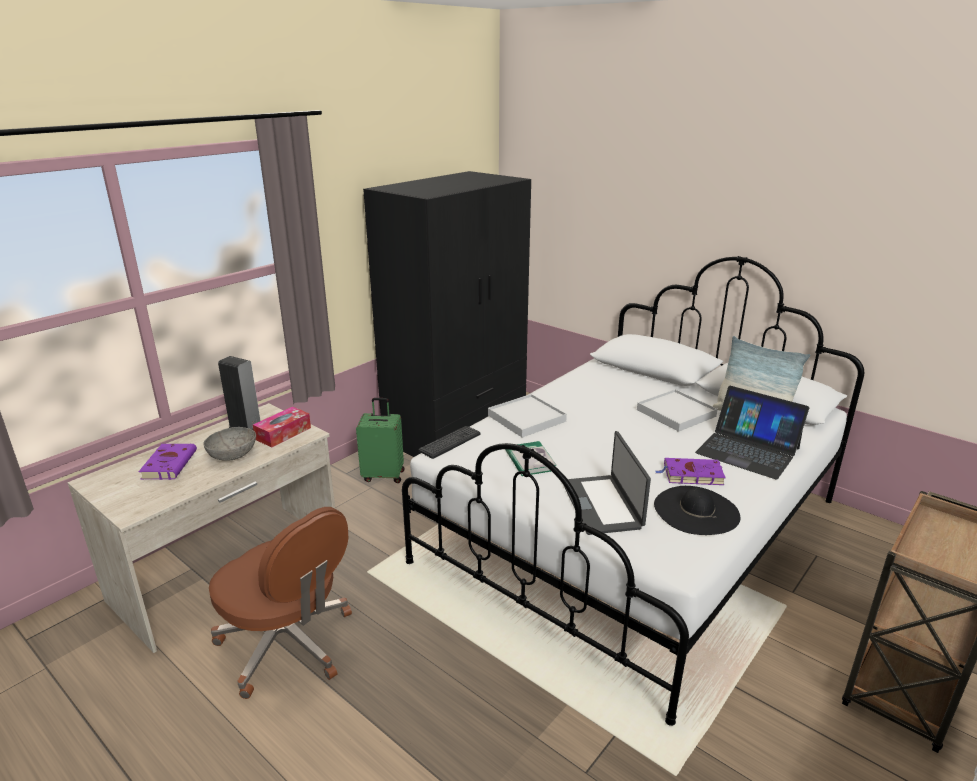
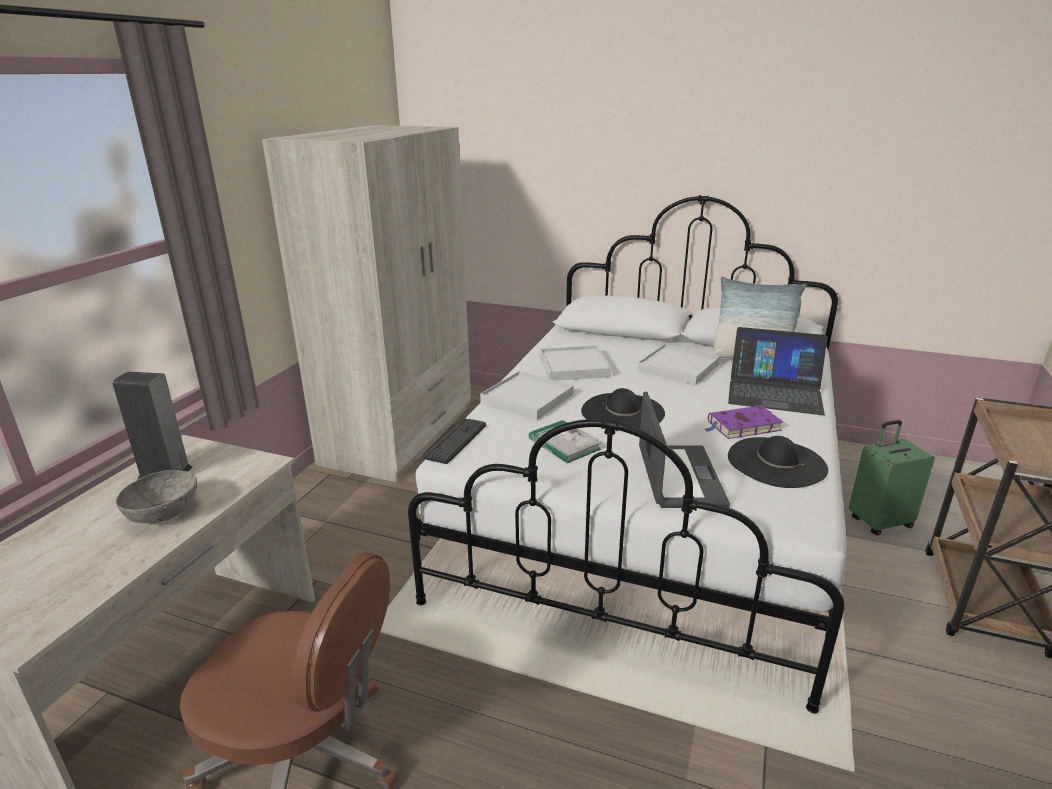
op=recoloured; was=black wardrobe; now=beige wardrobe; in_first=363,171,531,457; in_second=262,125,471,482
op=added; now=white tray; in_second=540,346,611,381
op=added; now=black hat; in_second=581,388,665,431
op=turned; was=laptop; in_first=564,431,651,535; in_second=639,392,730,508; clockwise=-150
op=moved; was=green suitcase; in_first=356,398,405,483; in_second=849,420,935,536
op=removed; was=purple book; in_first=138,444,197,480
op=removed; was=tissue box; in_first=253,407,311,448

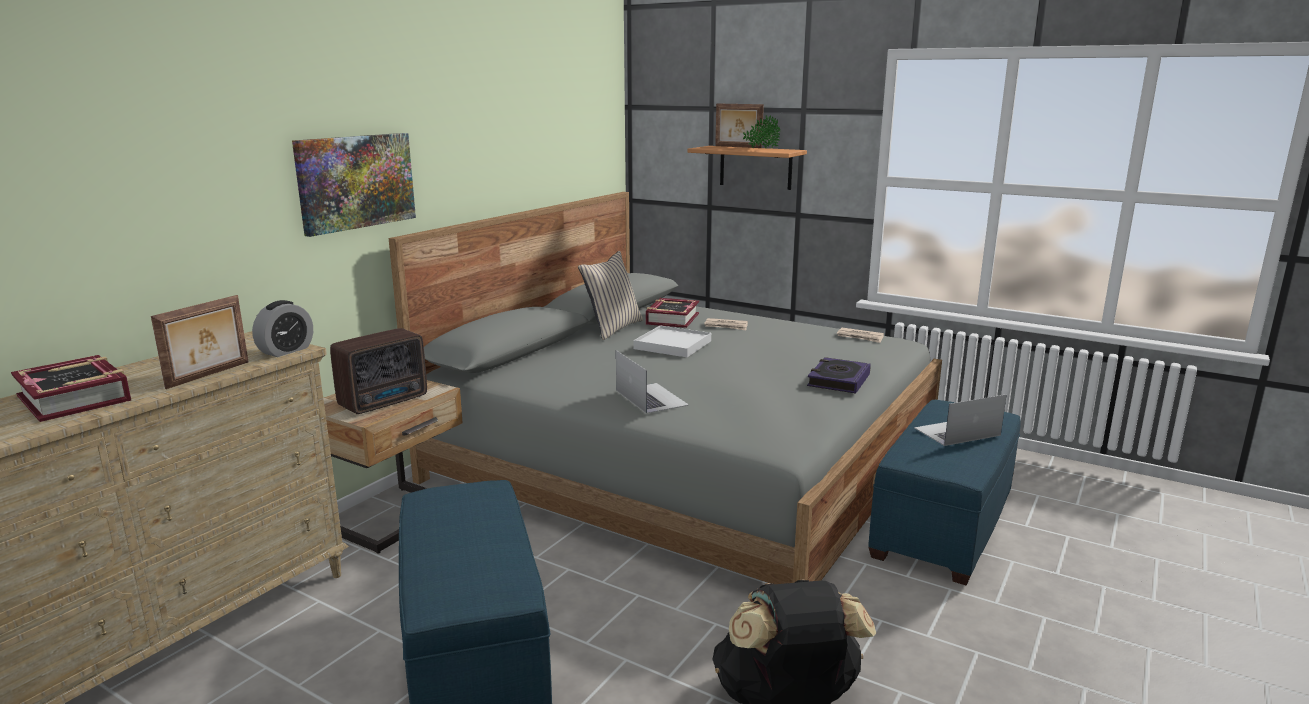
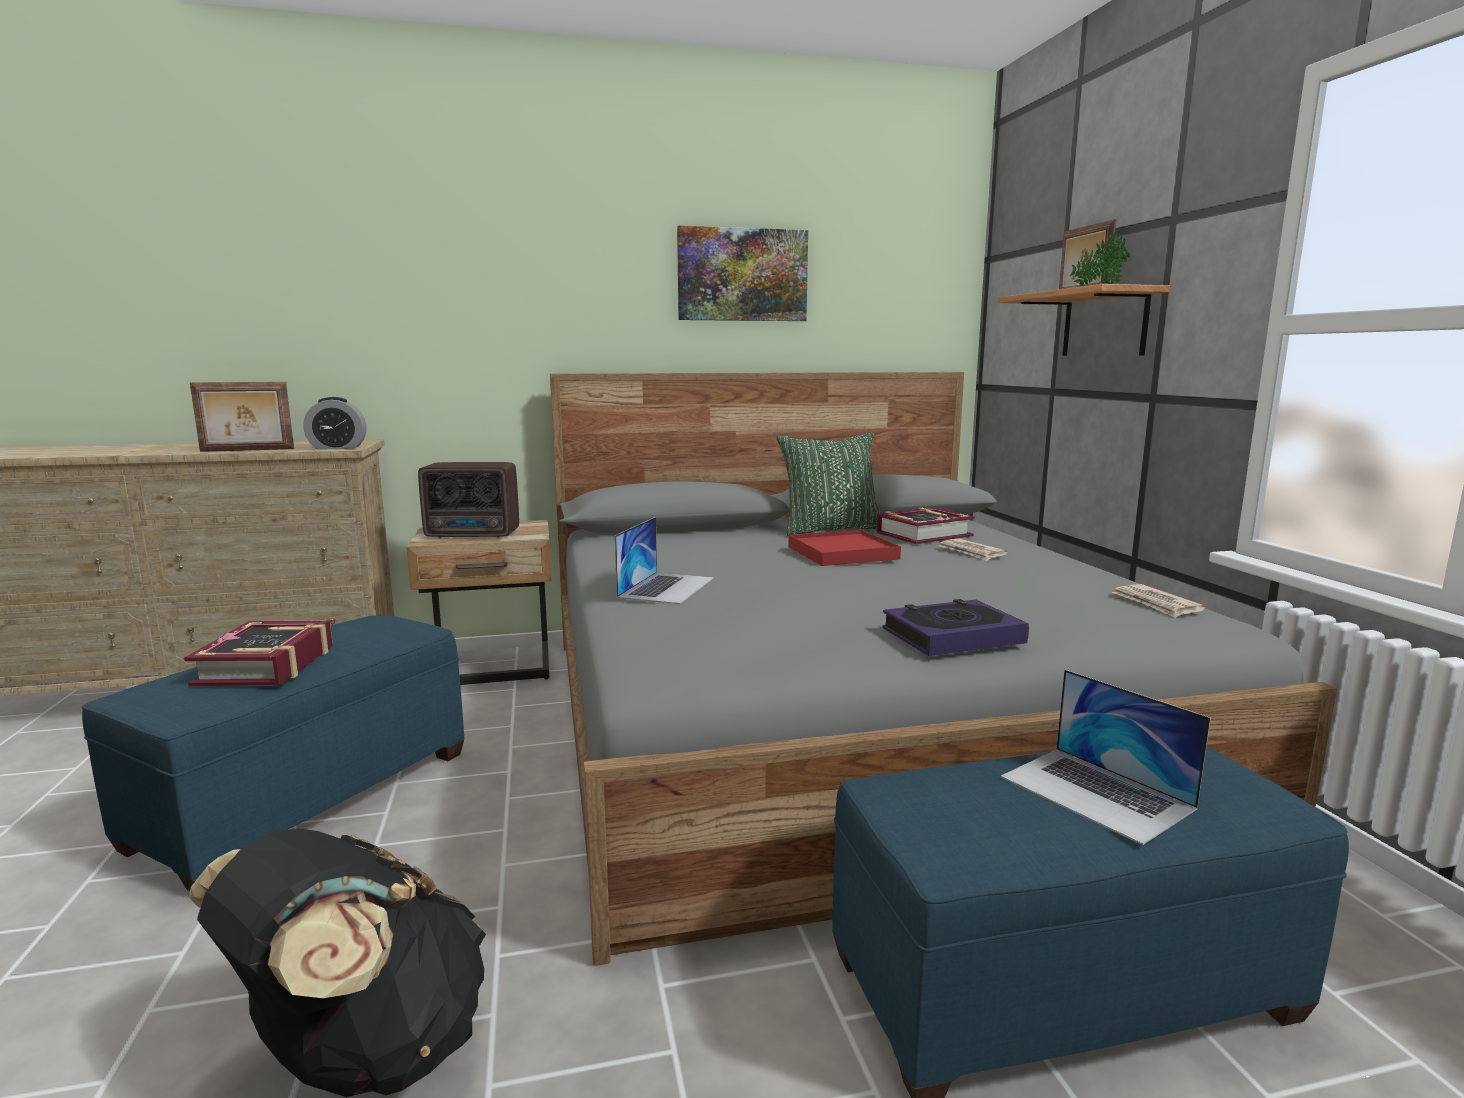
op=moved; was=book; in_first=11,355,131,422; in_second=184,621,333,686
op=moved; was=picture; in_first=292,133,416,237; in_second=677,225,808,321
op=recoloured; was=beige pillow; now=green pillow; in_first=578,251,643,340; in_second=777,432,881,536
op=recoloured; was=white tray; now=red tray; in_first=633,326,711,357; in_second=789,530,901,566
op=turned; was=laptop; in_first=914,395,1006,446; in_second=1001,670,1211,845; clockwise=-150

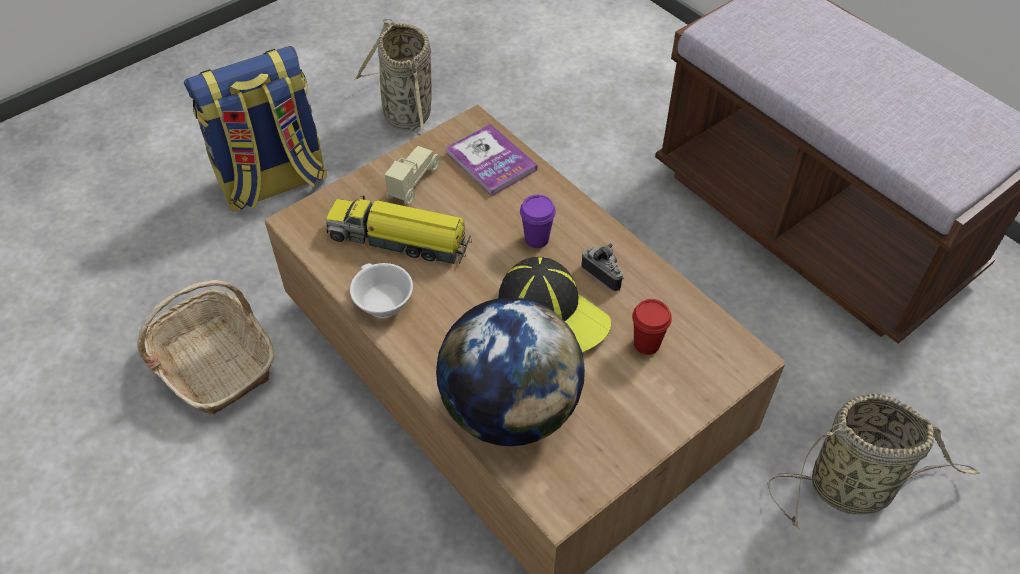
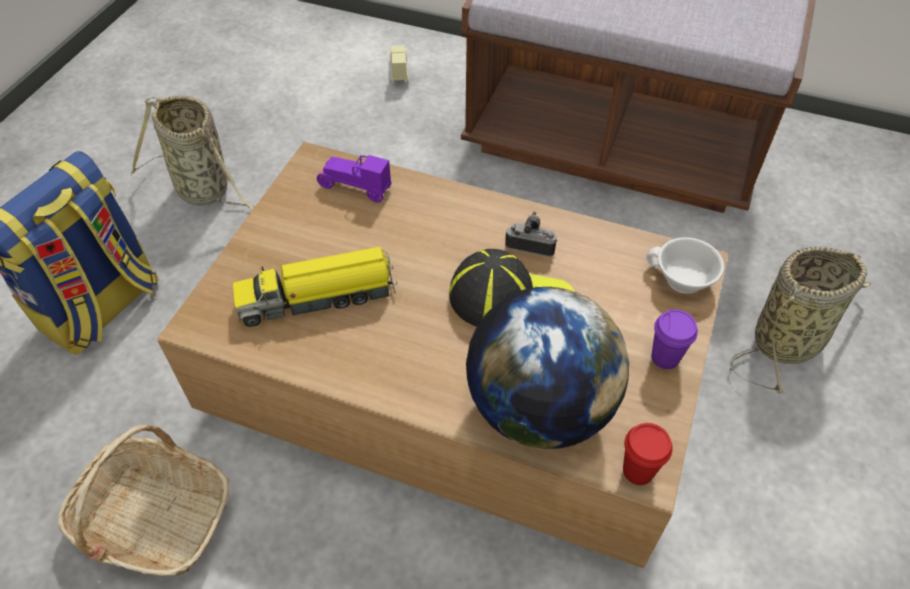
op=replaced; was=book; now=purple toy car; in_first=445,124,537,196; in_second=317,155,391,203
op=moved; was=beige toy car; in_first=384,146,440,205; in_second=390,45,408,85
op=moved; was=red cup; in_first=632,299,672,355; in_second=623,423,673,485
op=moved; was=white cup; in_first=350,263,413,318; in_second=646,237,724,294
op=moved; was=purple cup; in_first=520,195,556,248; in_second=651,309,698,369

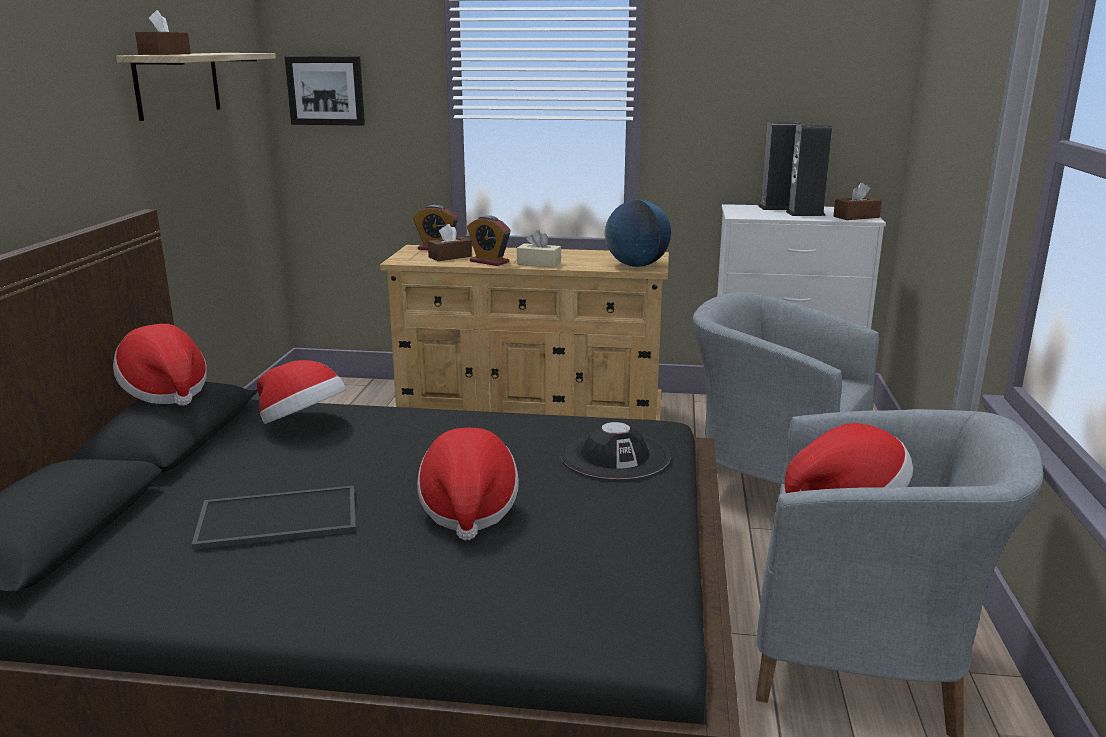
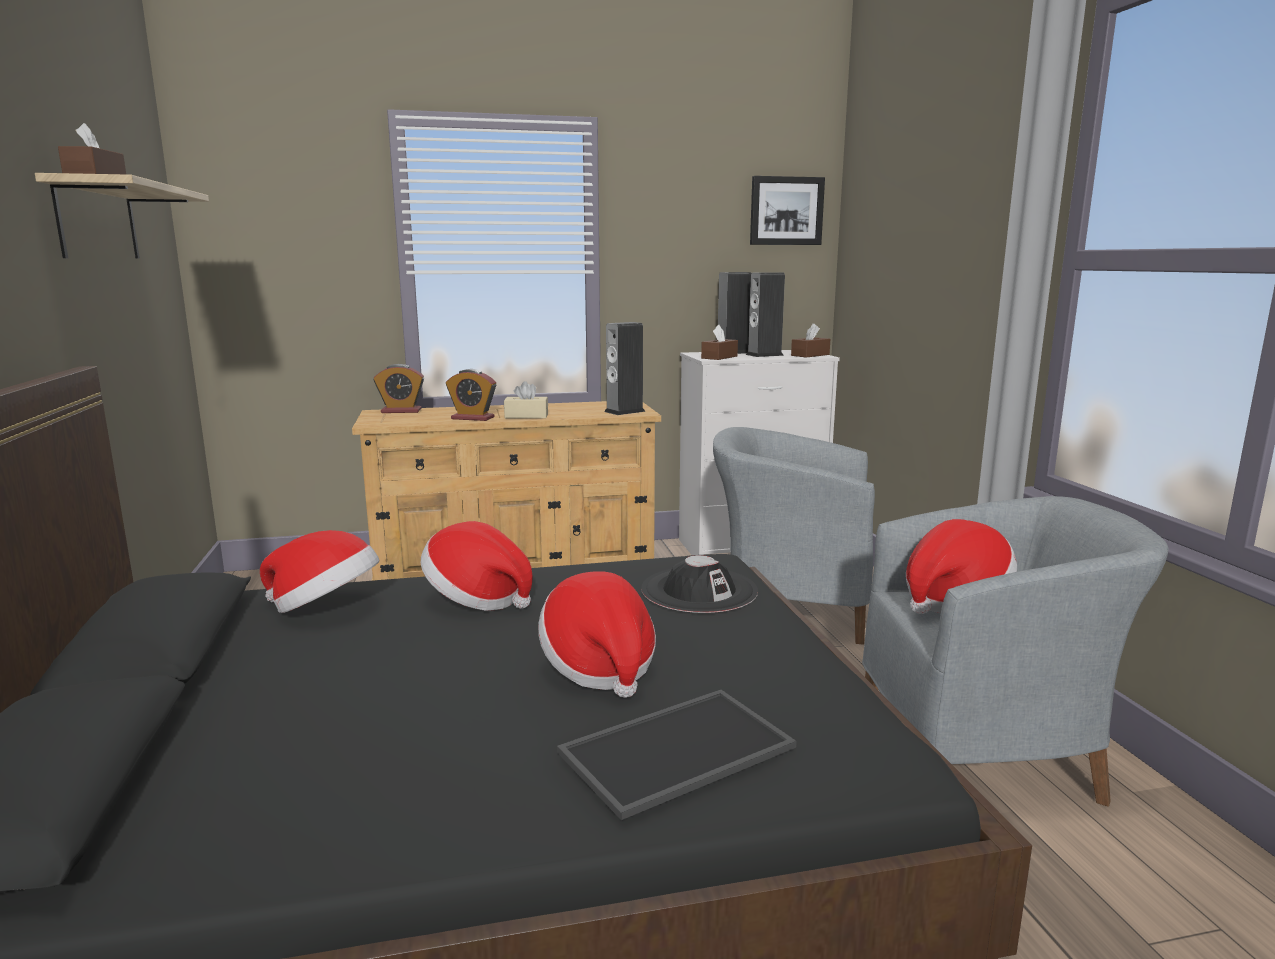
op=moved; was=hat; in_first=113,324,207,406; in_second=421,521,532,611
op=moved; was=tray; in_first=191,486,356,550; in_second=557,690,797,820
op=replaced; was=globe; now=speaker; in_first=605,200,671,267; in_second=604,322,645,415
op=moved; was=brown tissue box; in_first=428,224,472,261; in_second=701,325,738,360
op=moved; was=picture; in_first=285,56,365,126; in_second=750,176,825,245

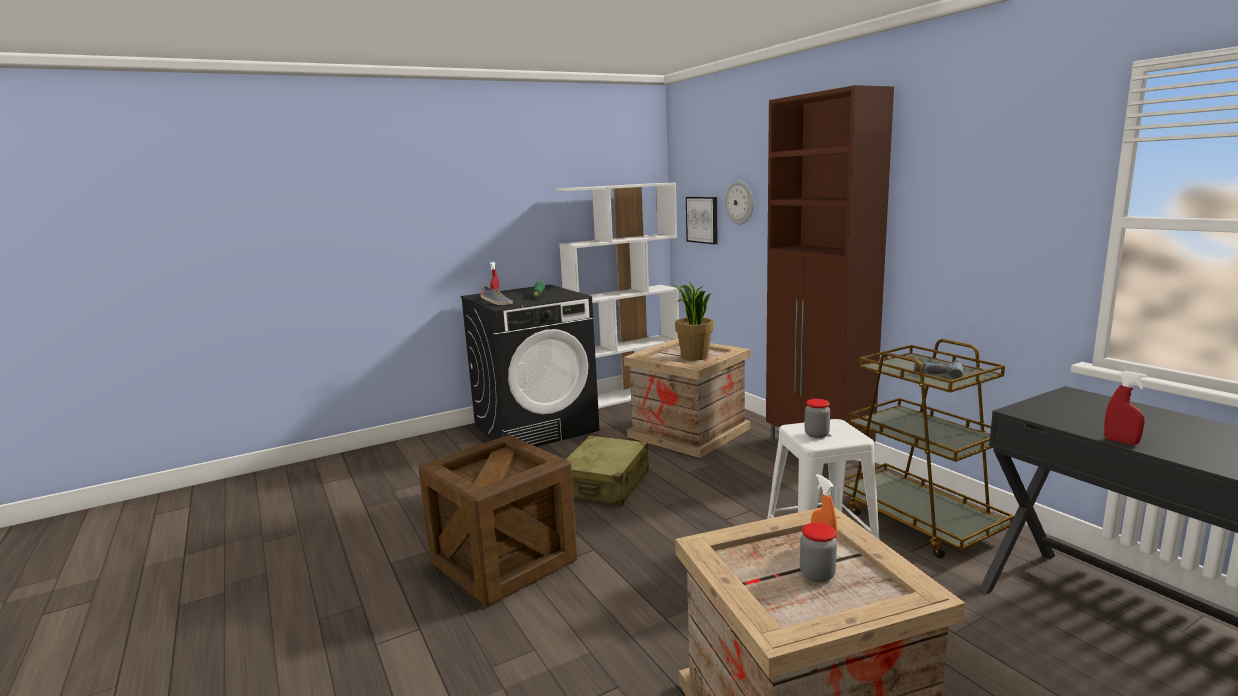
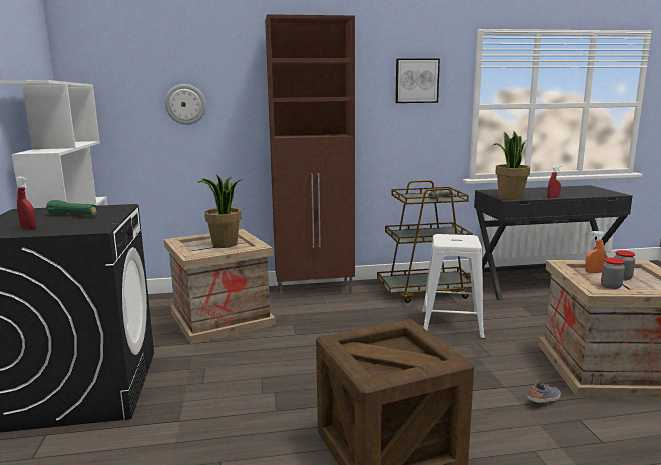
op=moved; was=picture; in_first=686,197,718,244; in_second=395,59,440,103
op=added; now=potted plant; in_second=492,131,530,200
op=moved; was=shoe; in_first=481,286,513,305; in_second=527,382,561,403
op=moved; was=jar; in_first=805,399,830,438; in_second=601,258,625,289
op=removed; was=beige suitcase; in_first=565,435,649,506

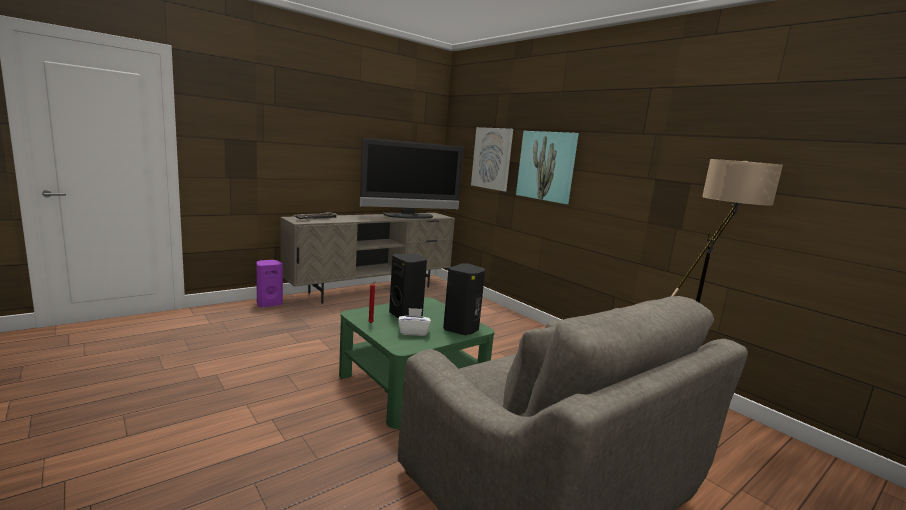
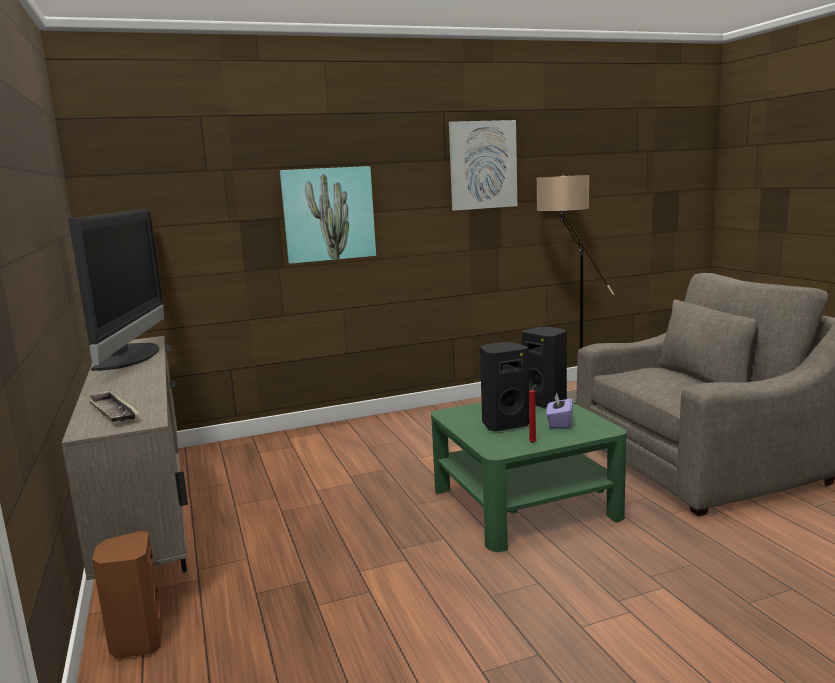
op=recoloured; was=purple speaker; now=brown speaker; in_first=256,260,283,307; in_second=92,531,163,659
op=moved; was=picture; in_first=471,127,513,191; in_second=449,120,517,211
op=recoloured; was=white tissue box; now=purple tissue box; in_first=398,308,431,336; in_second=546,393,573,429

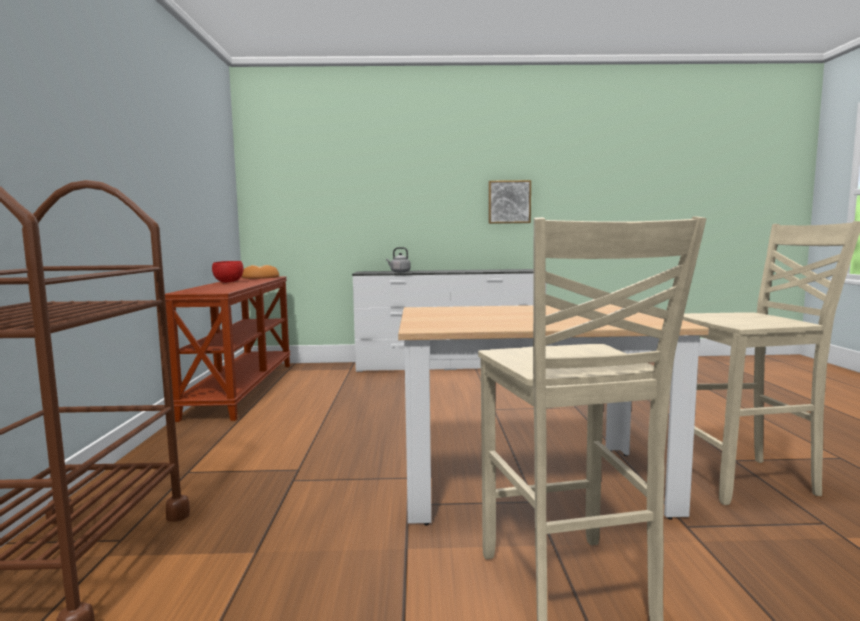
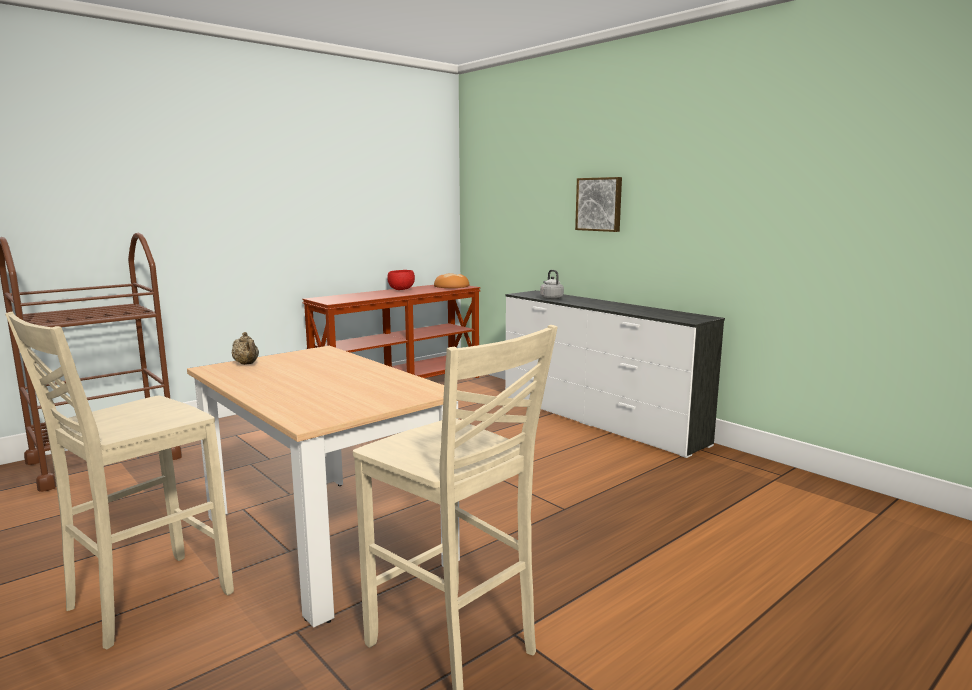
op=added; now=beige teapot; in_second=232,332,259,365
op=moved; was=picture; in_first=488,180,531,224; in_second=575,177,622,232

